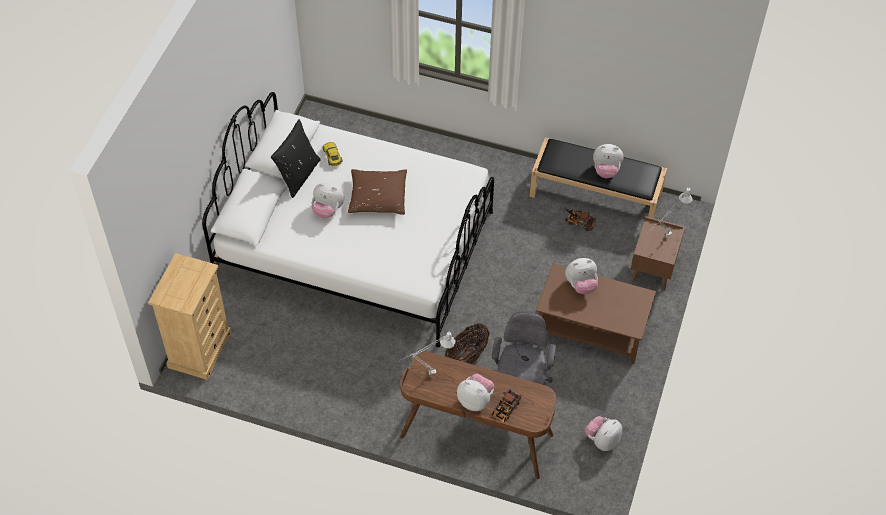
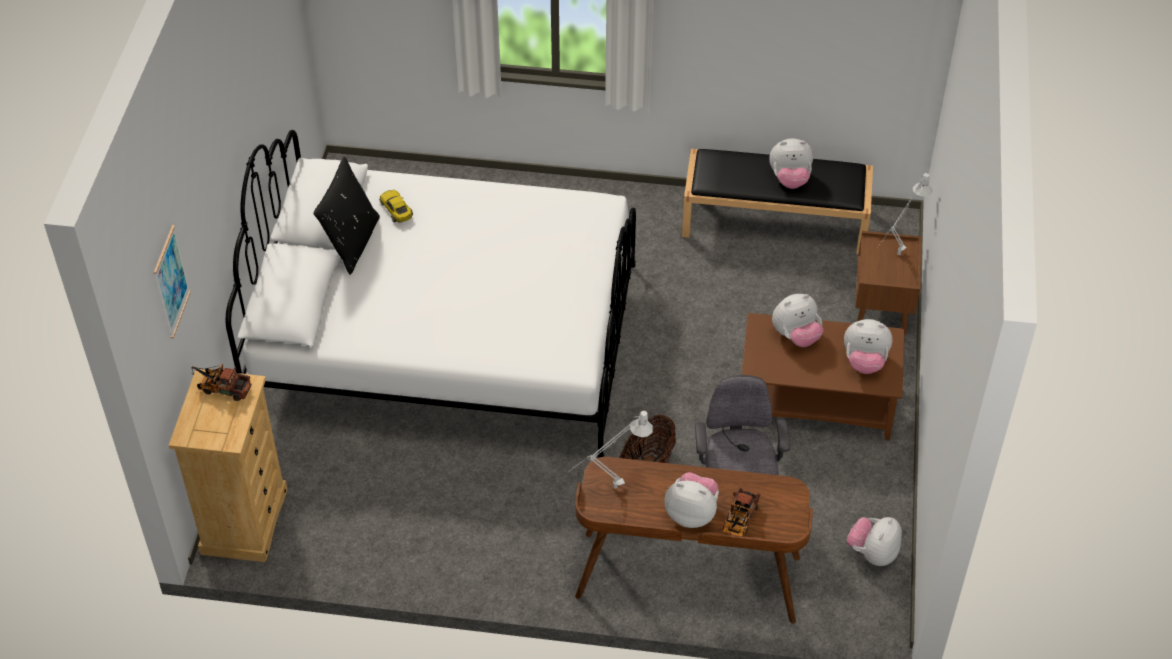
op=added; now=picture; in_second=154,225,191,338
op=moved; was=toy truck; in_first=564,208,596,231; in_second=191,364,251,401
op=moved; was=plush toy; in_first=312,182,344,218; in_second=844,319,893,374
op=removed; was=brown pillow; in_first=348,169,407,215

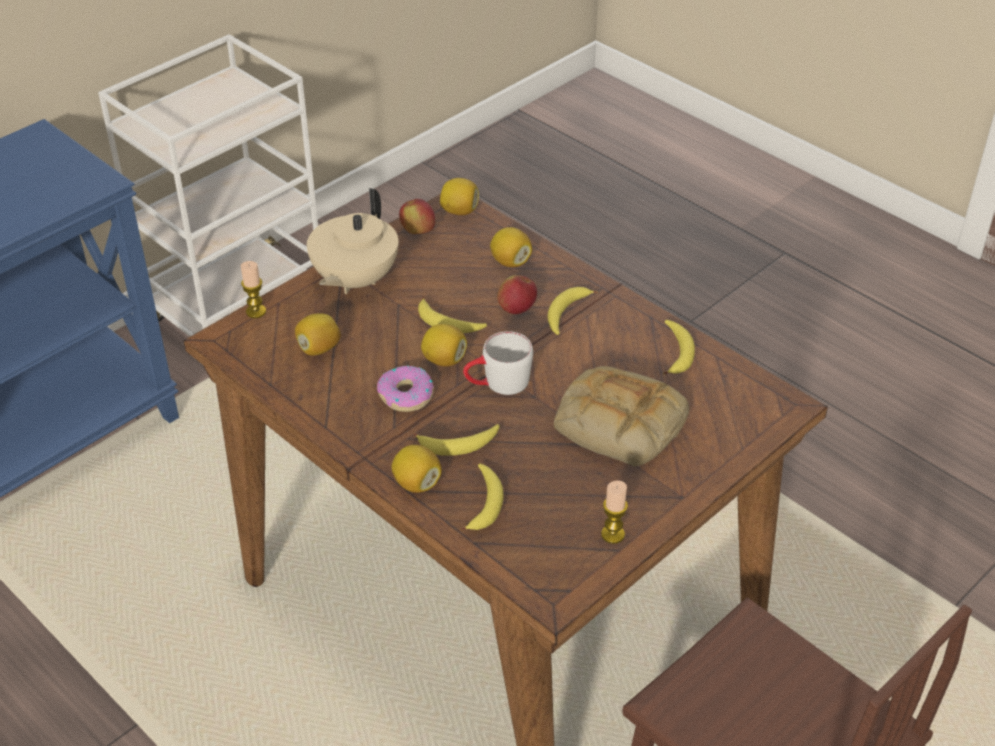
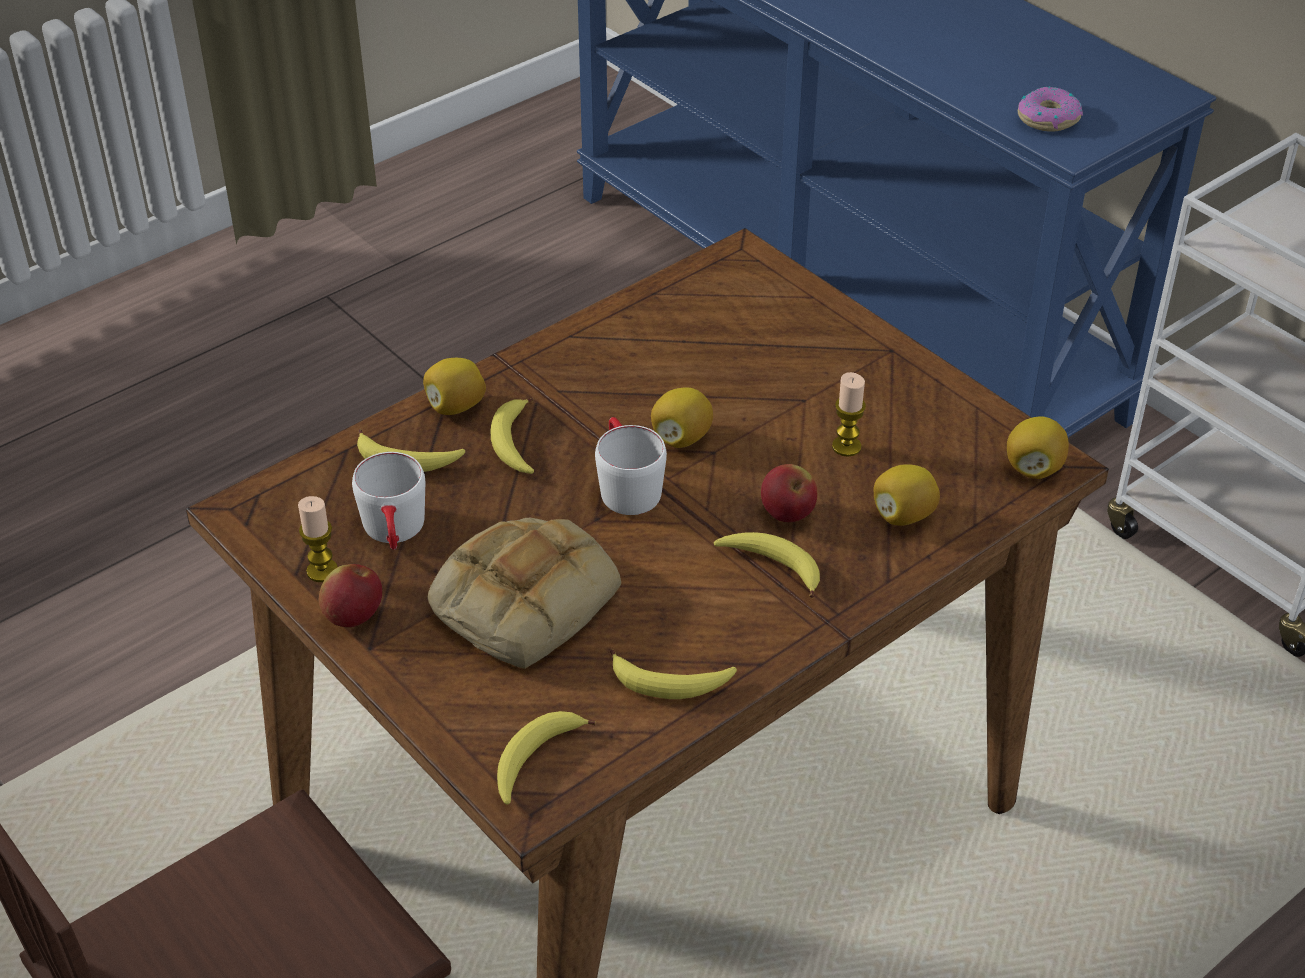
op=moved; was=apple; in_first=399,199,435,234; in_second=319,564,382,627
op=added; now=white mug; in_second=352,452,425,550
op=moved; was=banana; in_first=418,296,487,333; in_second=497,711,596,805
op=moved; was=candle; in_first=241,261,266,318; in_second=832,372,866,457
op=moved; was=donut; in_first=377,366,434,412; in_second=1018,87,1083,132
op=removed; was=lemon; in_first=295,313,341,355
op=removed; was=beige teapot; in_first=307,188,398,294

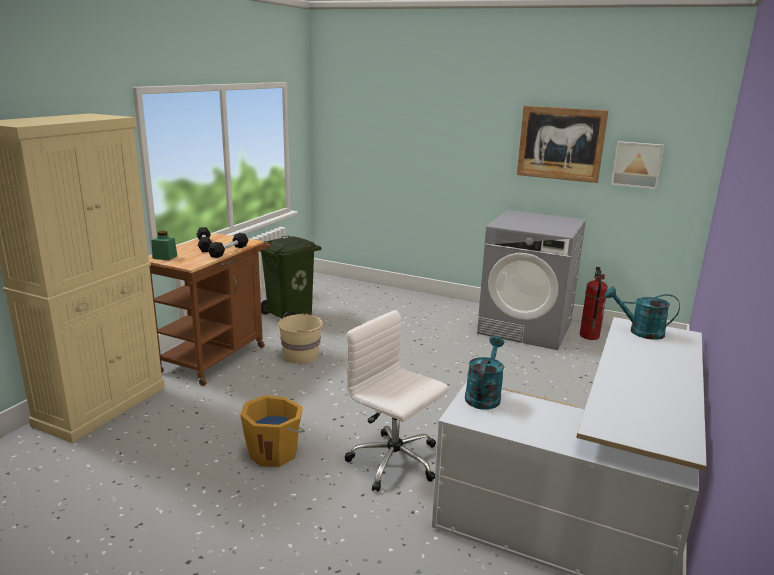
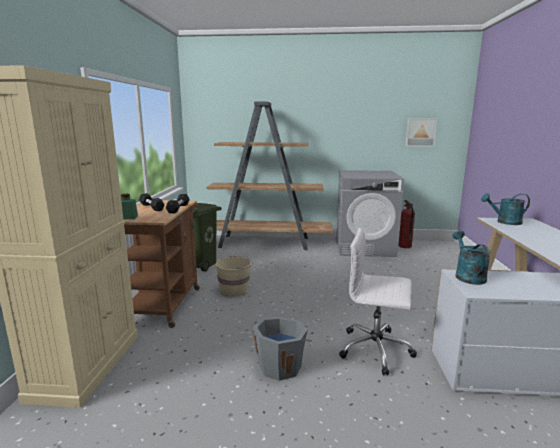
op=added; now=brown bookcase; in_second=206,101,333,250
op=recoloured; was=orange bucket; now=grey bucket; in_first=240,395,305,467; in_second=253,317,312,381
op=removed; was=picture; in_first=517,106,609,183

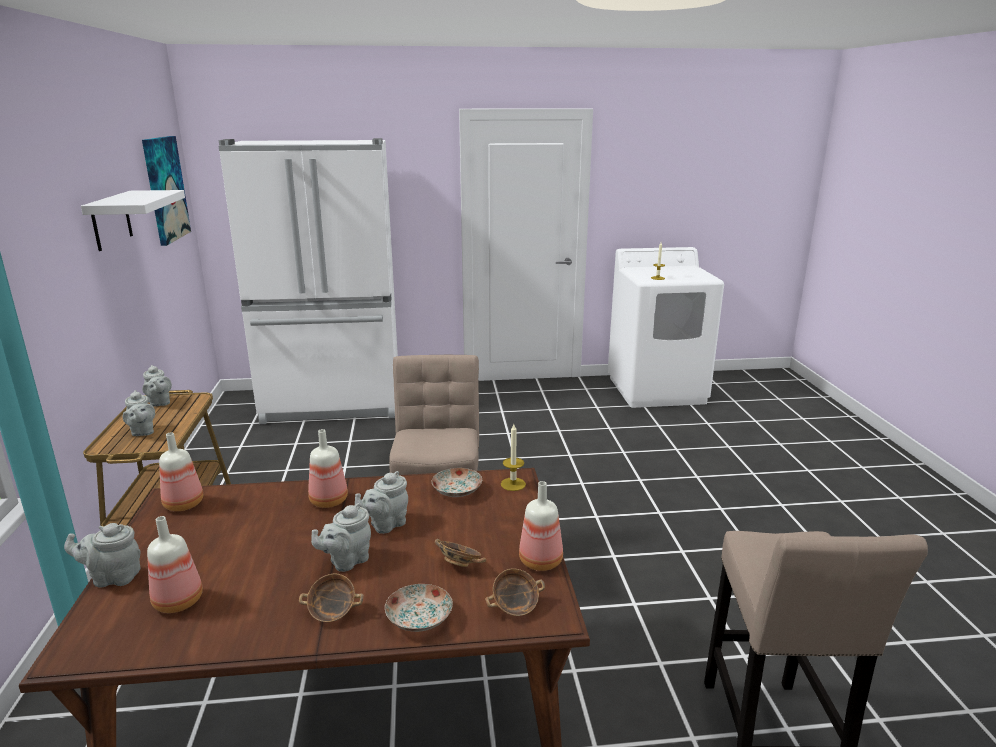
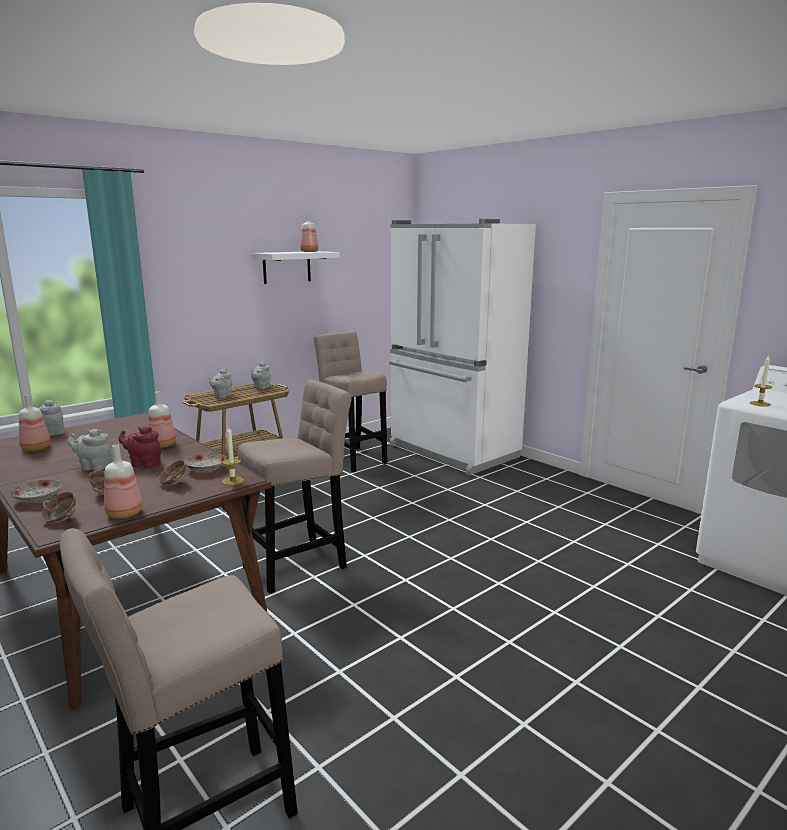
op=recoloured; was=grey teapot; now=red teapot; in_first=355,471,408,534; in_second=119,426,161,468
op=moved; was=bowl; in_first=299,574,364,622; in_second=158,460,186,485
op=moved; was=bottle; in_first=159,432,203,511; in_second=300,213,318,252
op=added; now=beige stool; in_second=314,331,387,472
op=removed; was=picture; in_first=142,136,191,246

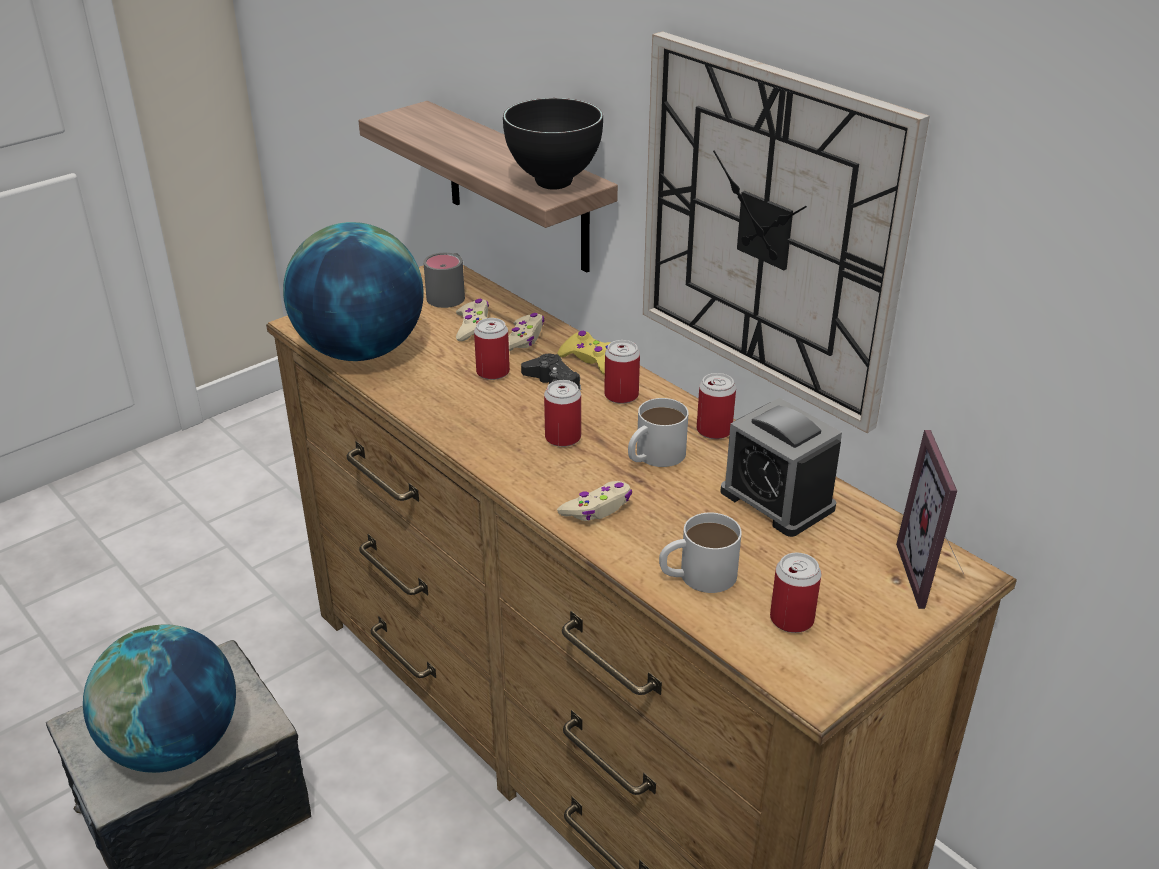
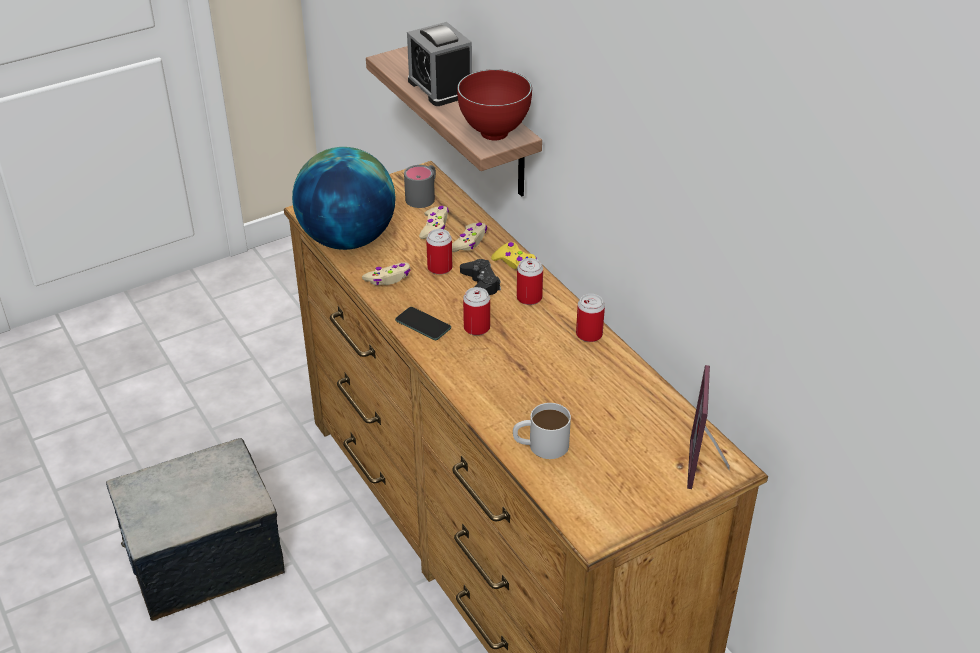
op=moved; was=beige game controller; in_first=557,481,632,521; in_second=362,262,410,285
op=added; now=phone; in_second=395,307,451,340
op=moved; was=alarm clock; in_first=720,398,842,537; in_second=407,22,472,106
op=recoloured; was=black bowl; now=red bowl; in_first=503,98,603,190; in_second=457,69,532,141
op=removed; was=globe; in_first=83,624,236,773
op=removed; was=white mug; in_first=628,398,689,467
op=removed; was=wall clock; in_first=643,31,930,433
op=removed; was=can; in_first=770,553,821,633

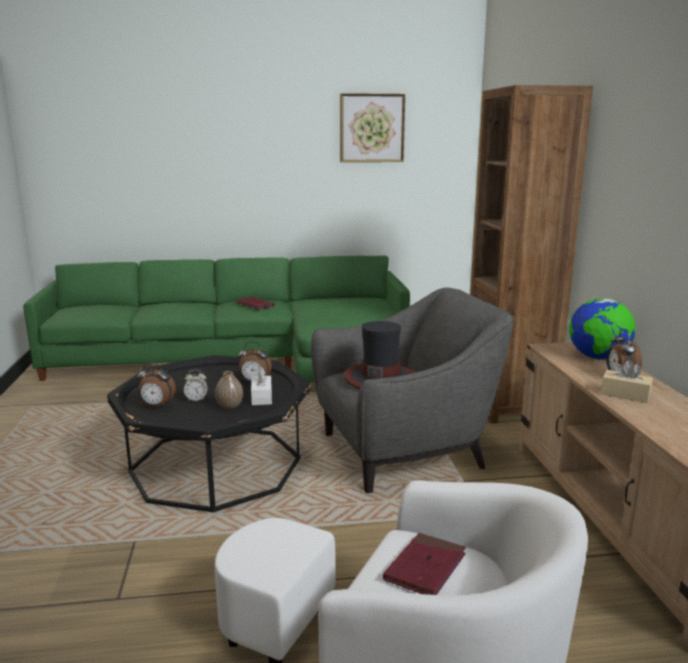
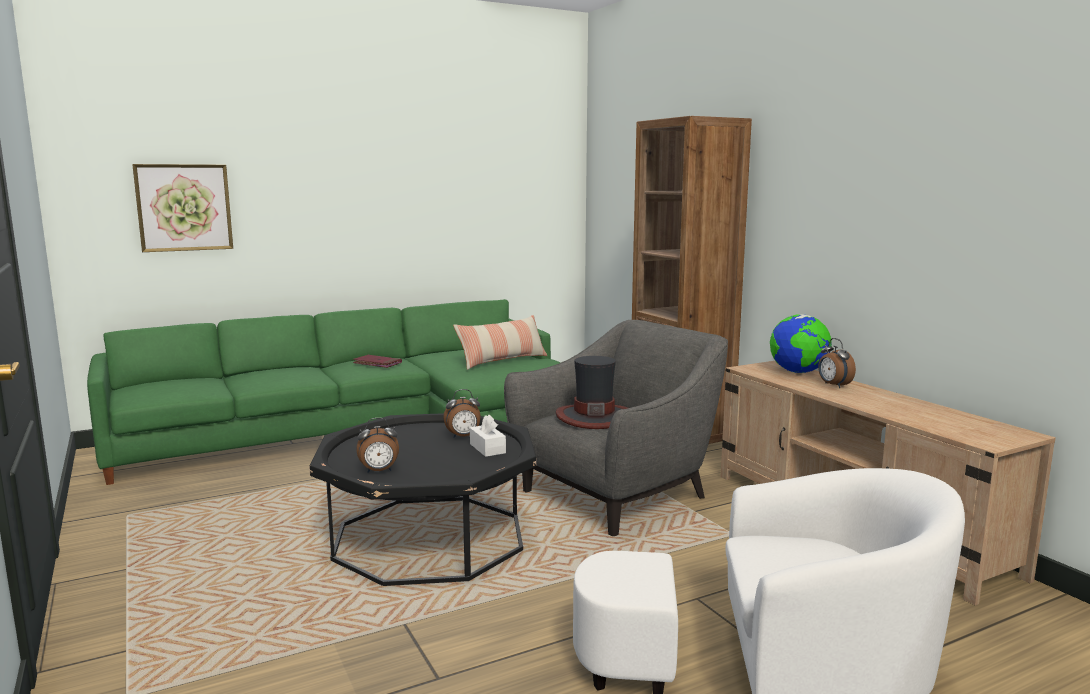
op=moved; was=picture; in_first=340,93,405,162; in_second=132,164,233,252
op=added; now=pillow; in_second=453,315,547,370
op=removed; was=alarm clock; in_first=184,370,207,401
op=removed; was=vase; in_first=215,371,243,409
op=removed; was=red book; in_first=383,533,466,595
op=removed; was=beige tissue box; in_first=601,360,653,403

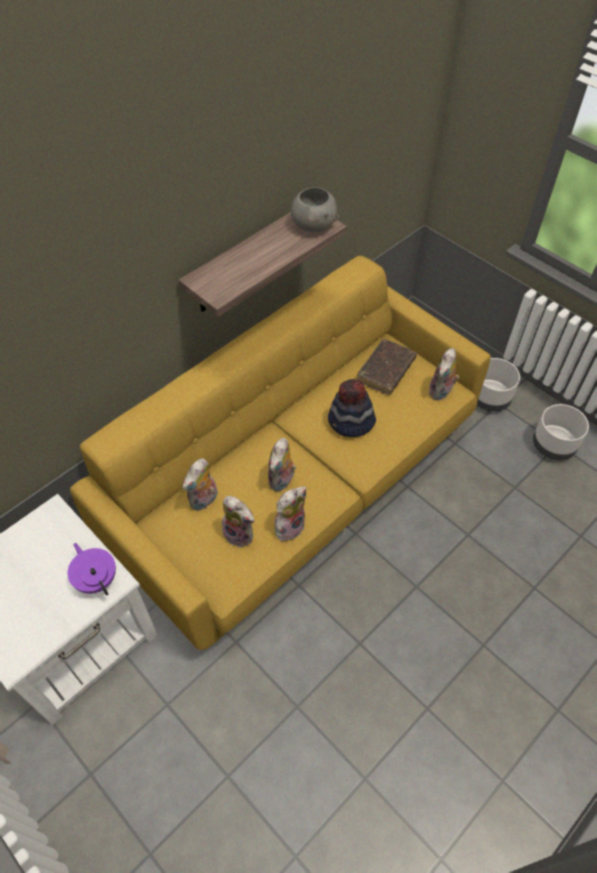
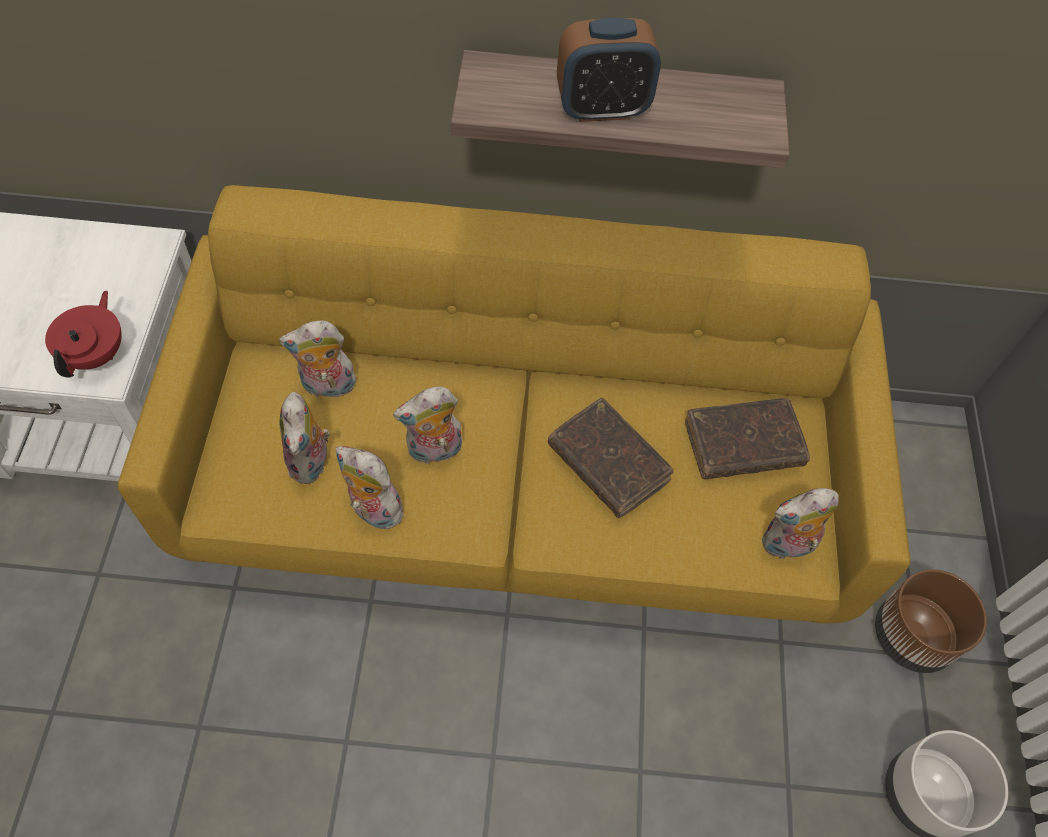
op=recoloured; was=purple teapot; now=red teapot; in_first=67,543,116,596; in_second=45,290,122,378
op=turned; was=plush toy; in_first=274,486,306,541; in_second=336,446,410,530; clockwise=-150
op=replaced; was=hat; now=brown book; in_first=328,379,376,437; in_second=548,398,674,518
op=added; now=alarm clock; in_second=557,18,661,122
op=recoloured; was=grey planter; now=brown planter; in_first=477,358,520,412; in_second=875,569,987,673
op=removed; was=grey bowl; in_first=291,187,339,232

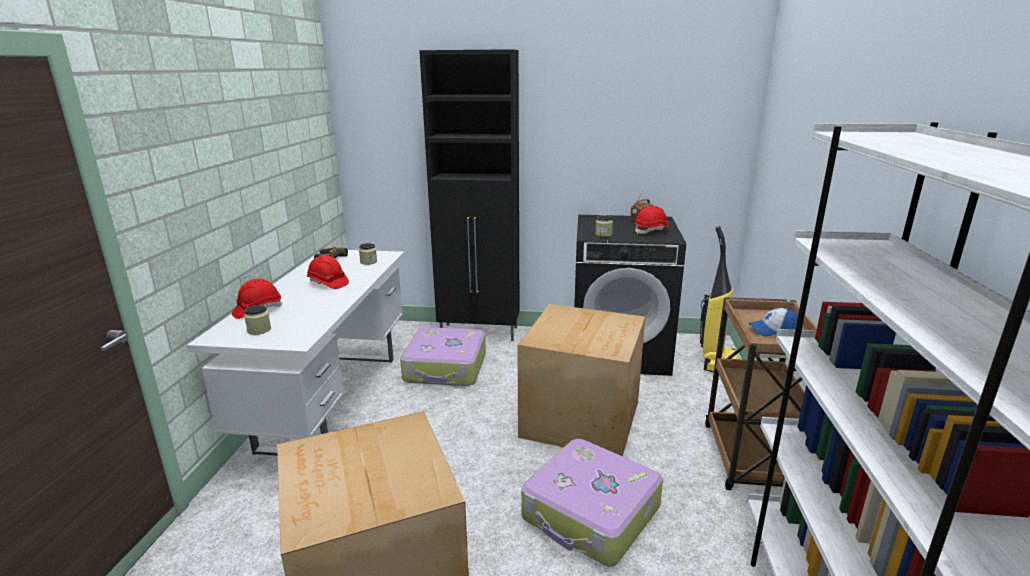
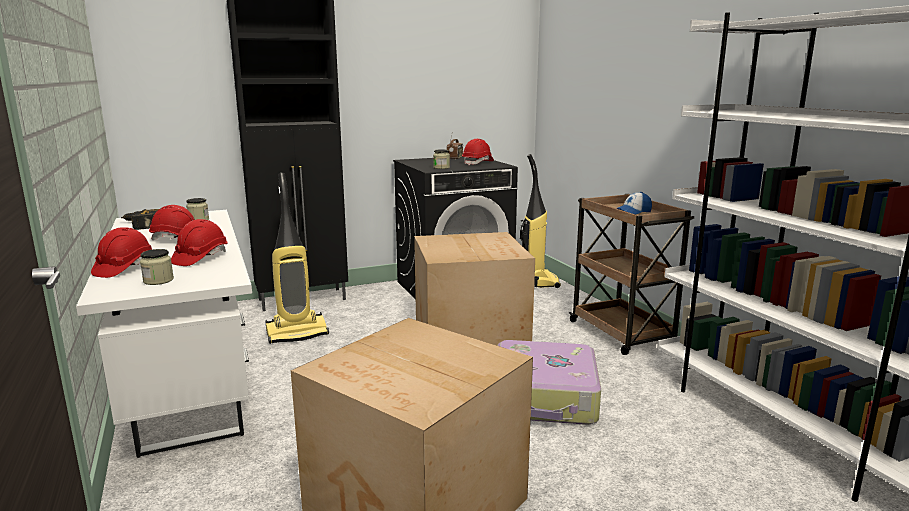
op=added; now=red hard hat; in_second=171,219,228,266
op=replaced; was=suitcase; now=vacuum cleaner; in_first=400,327,486,386; in_second=265,173,329,344

